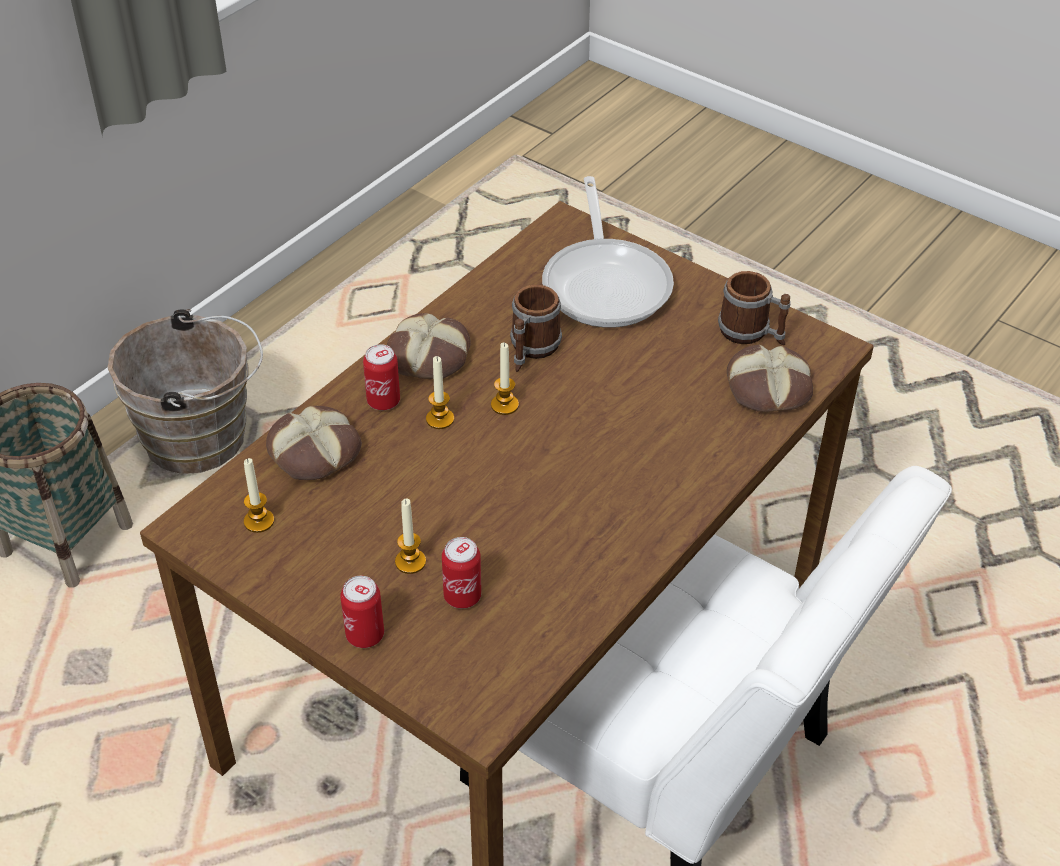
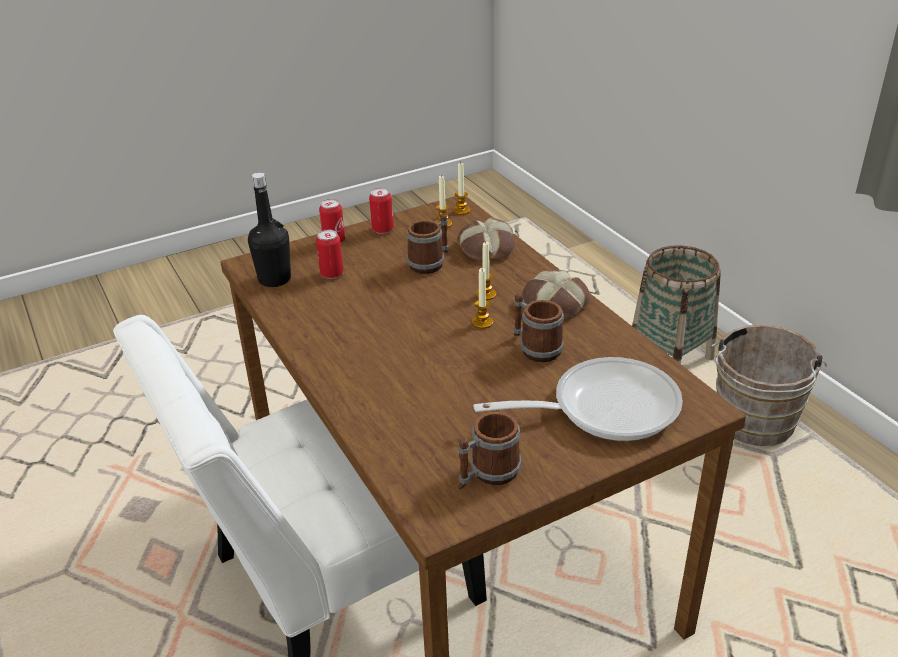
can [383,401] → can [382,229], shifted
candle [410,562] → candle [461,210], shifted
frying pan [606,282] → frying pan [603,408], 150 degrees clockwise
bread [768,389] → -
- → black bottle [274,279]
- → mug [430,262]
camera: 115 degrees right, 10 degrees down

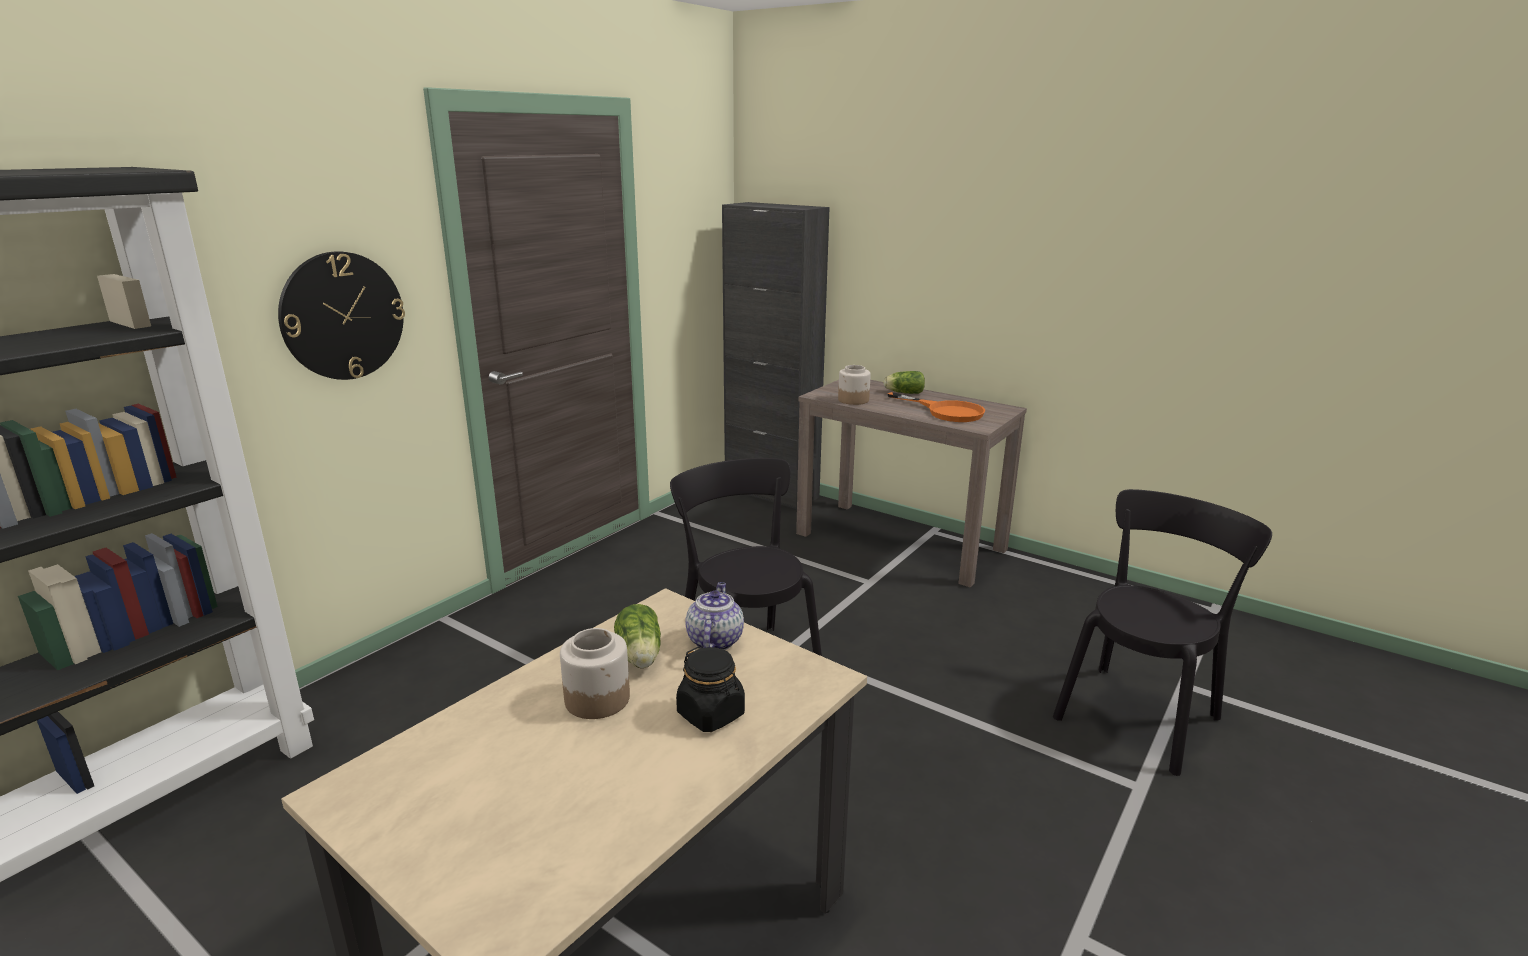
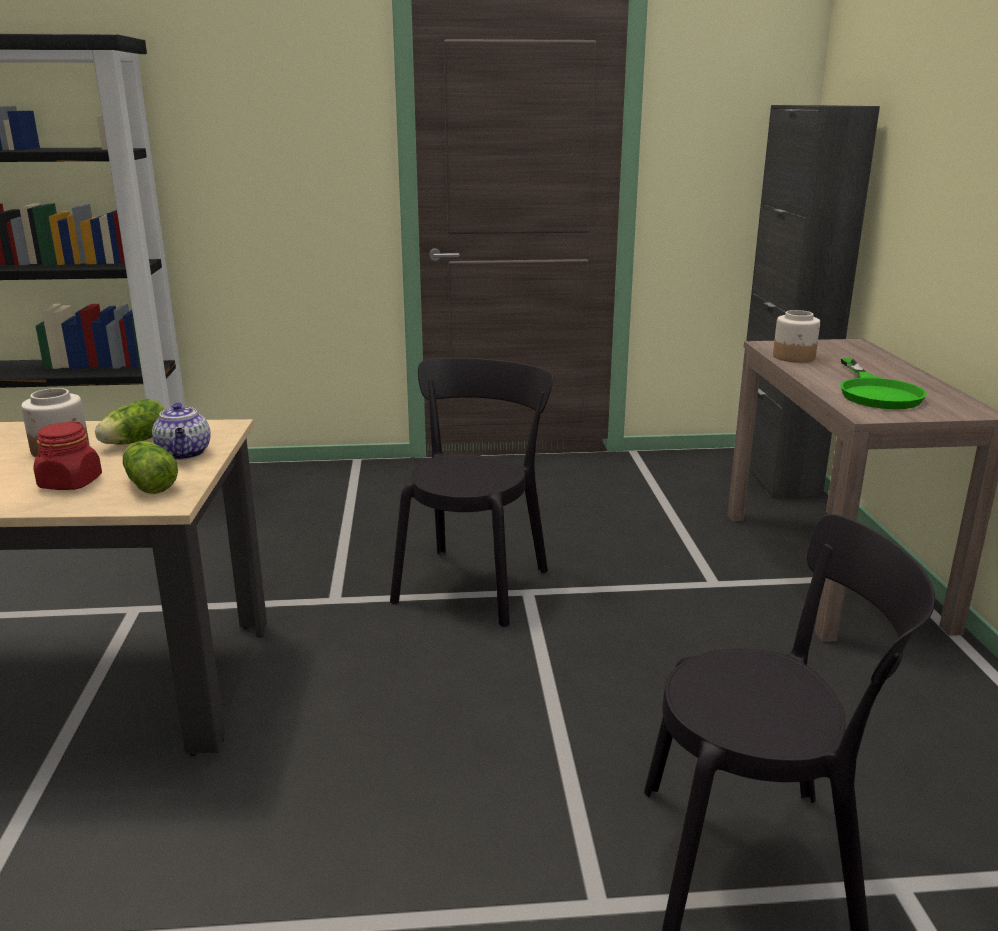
wall clock [342,316] → -
black jar [711,714] → red jar [70,483]
teapot [714,640] → teapot [185,454], 105 degrees clockwise
lettuce [903,393] → lettuce [149,483], shifted
orange frying pan [946,411] → green frying pan [876,392]
camera: 50 degrees right, 0 degrees up

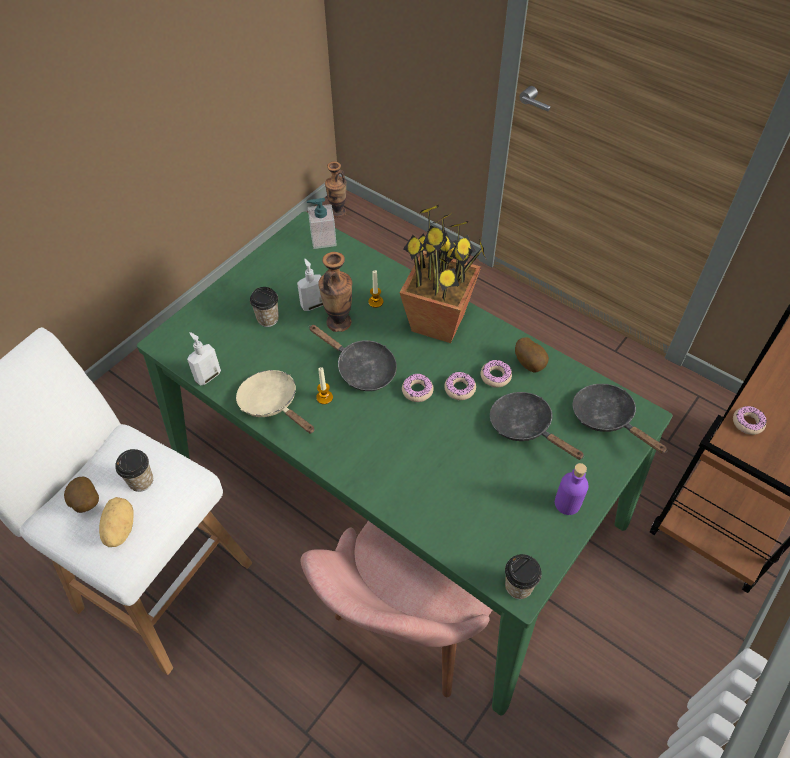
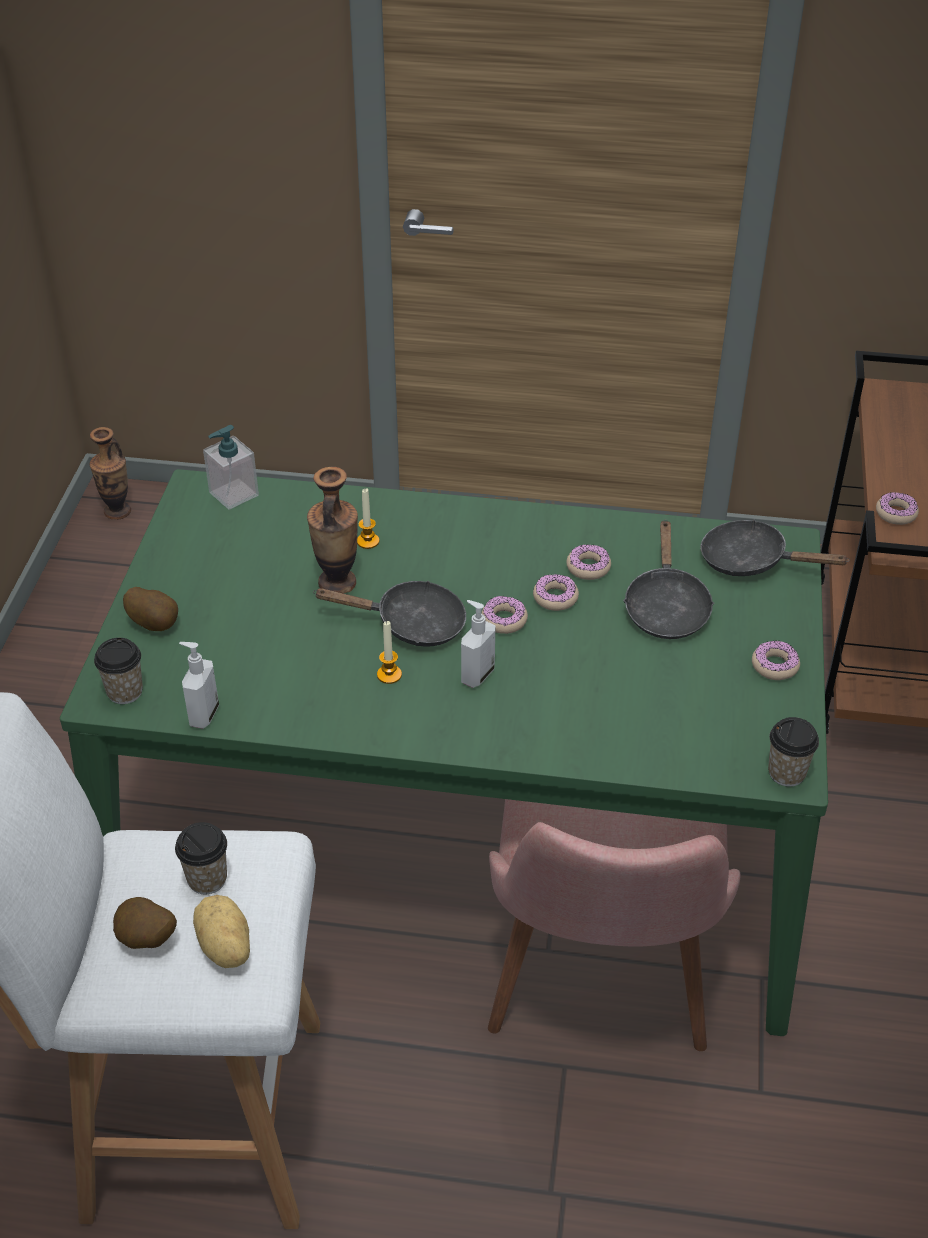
beige frying pan [272,404] → -
cup [268,319] → cup [125,692], shifted
soap dispenser [313,304] → soap dispenser [476,674], shifted
potted plant [438,322] → -
black frying pan [525,427] → black frying pan [666,607], 105 degrees counterclockwise
potato [530,364] → potato [155,624], shifted
purple bottle [567,503] → donut [774,666]
camera: 30 degrees left, 10 degrees down

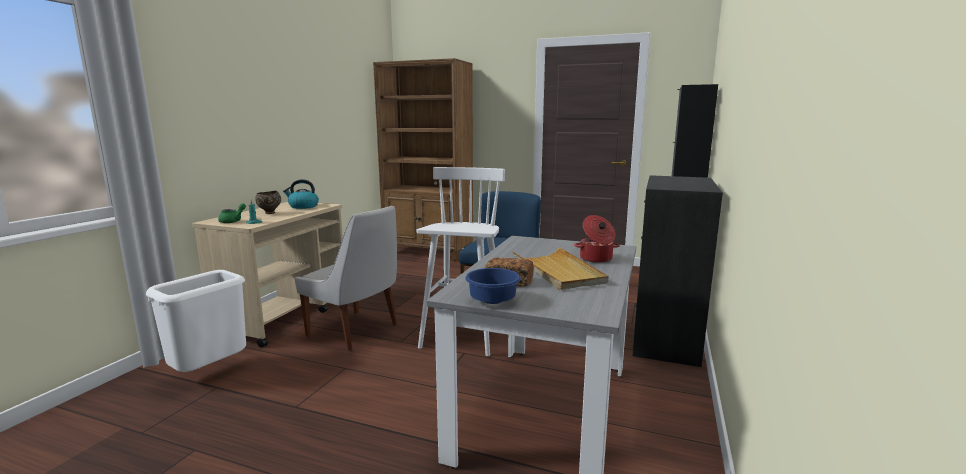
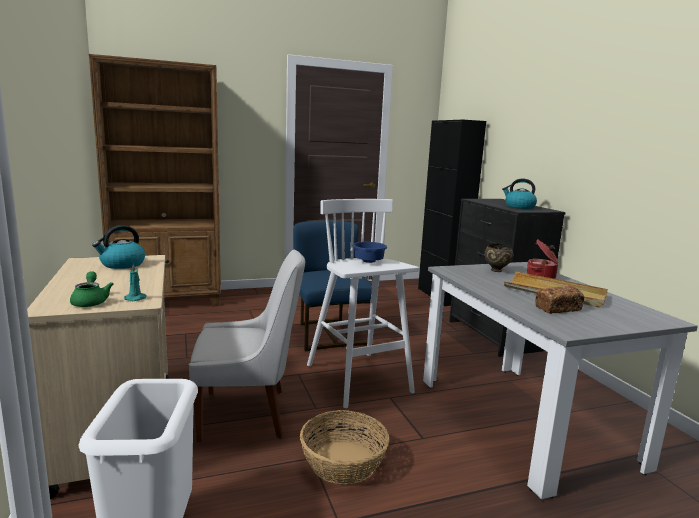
brown bowl [269,213] → brown bowl [497,271], shifted
blue bowl [493,300] → blue bowl [368,261], shifted
- → basket [342,462]
- → kettle [519,207]
camera: 40 degrees left, 0 degrees up

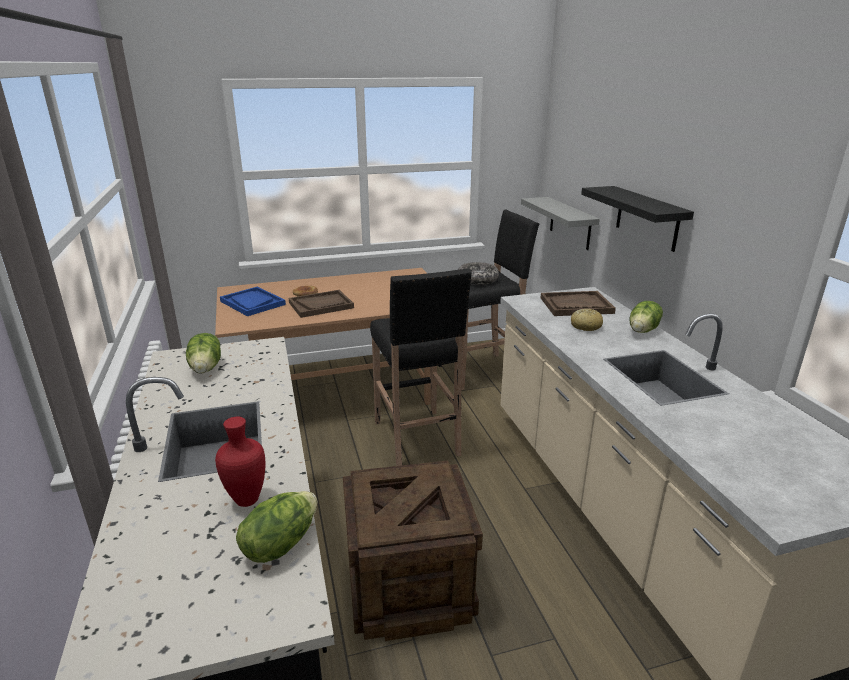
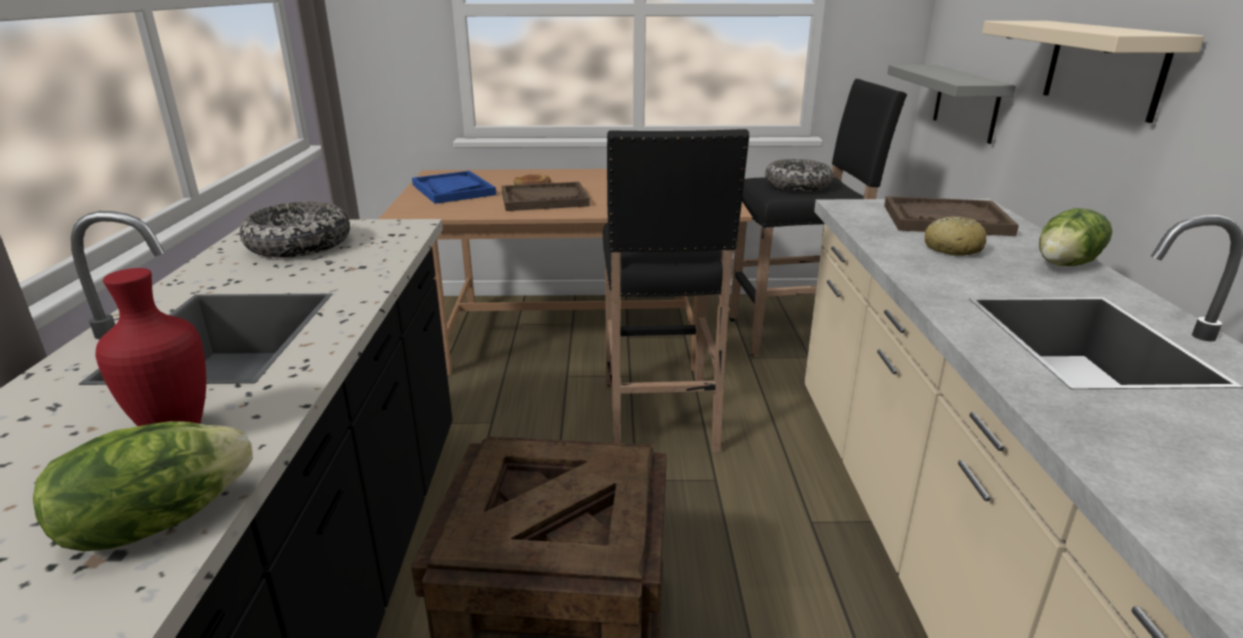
lettuce [206,368] → bowl [299,245]
black shelf [647,218] → beige shelf [1103,68]
camera: 15 degrees right, 0 degrees up

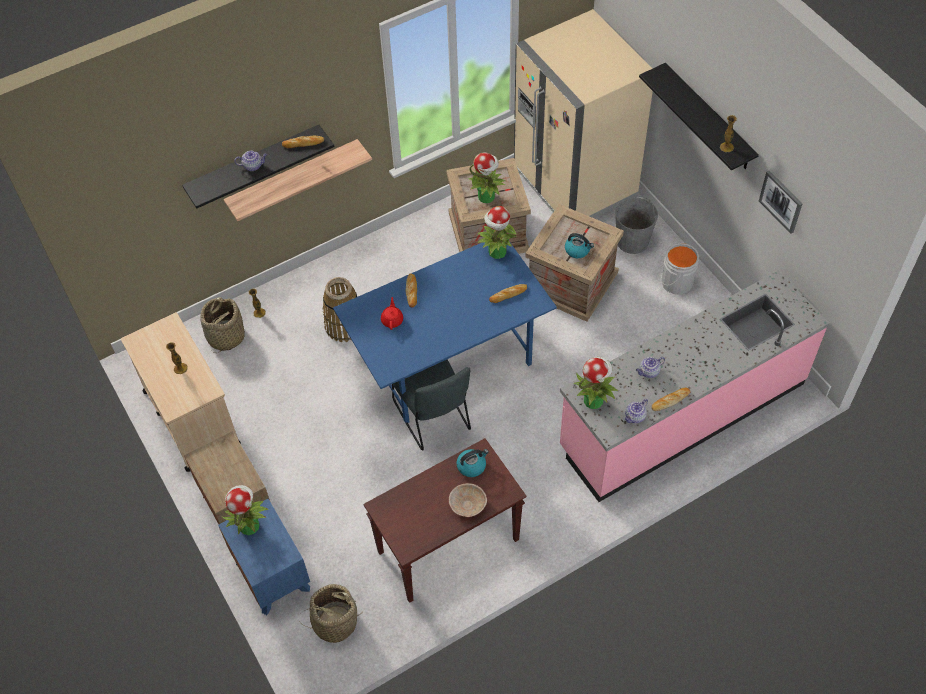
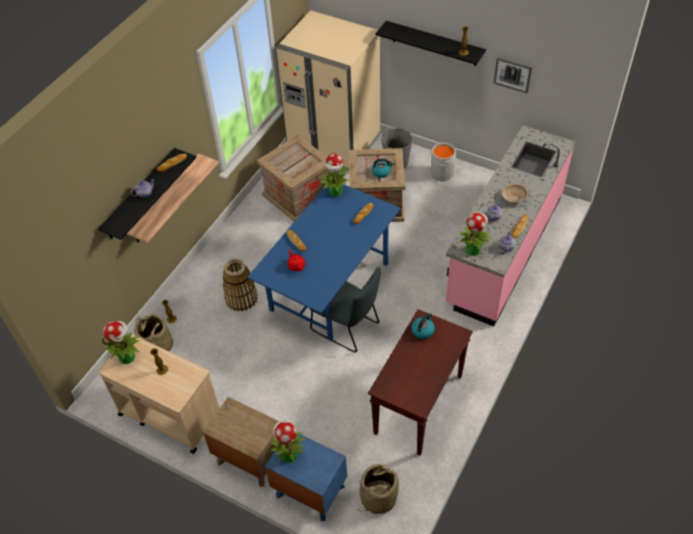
beige bowl [467,504] → beige bowl [513,198], shifted
potted plant [487,196] → potted plant [127,357], shifted
camera: 30 degrees left, 5 degrees down

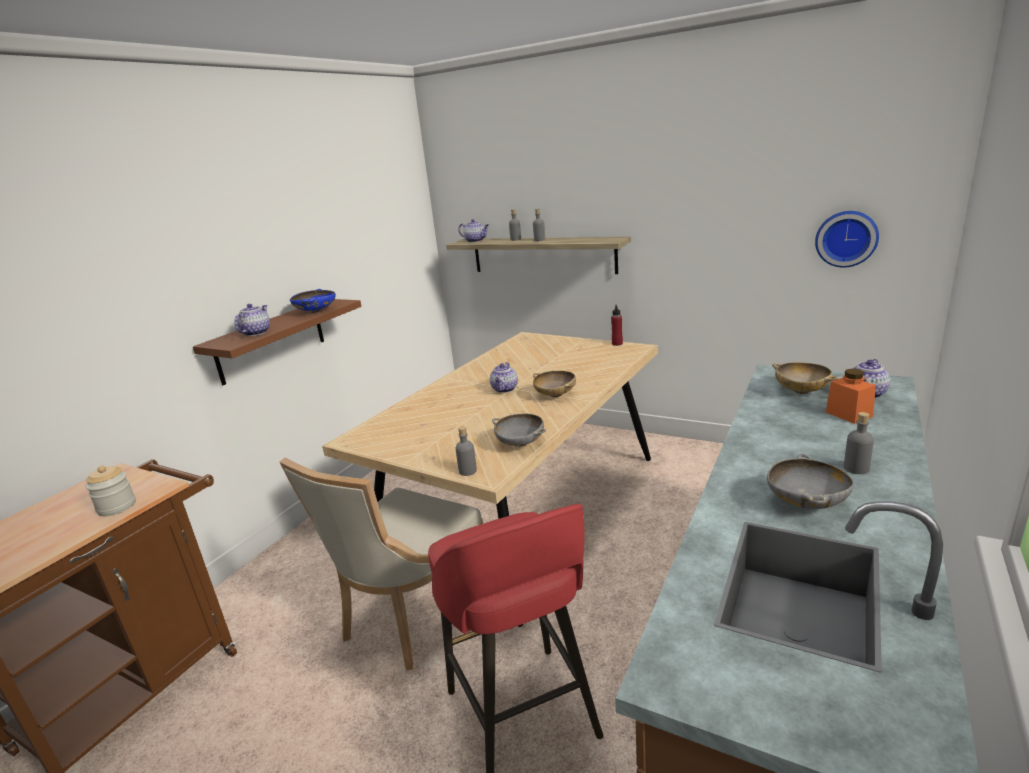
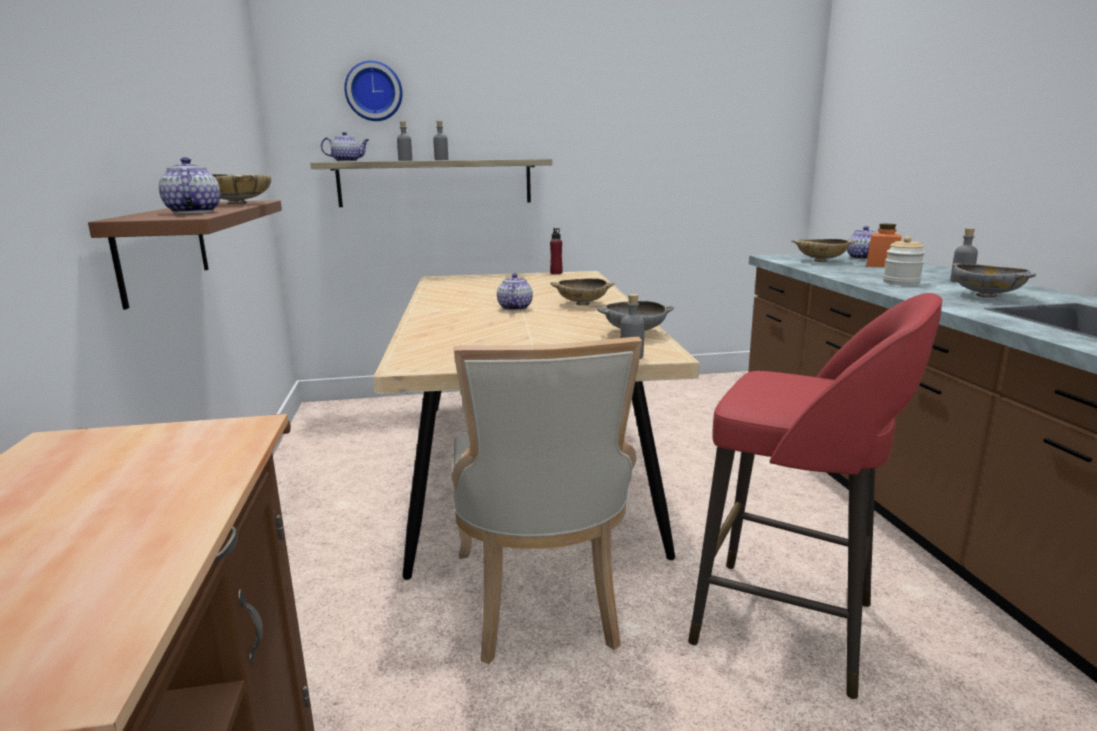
jar [117,507] → jar [901,282], shifted
blue bowl [316,311] → beige bowl [238,204]
teapot [504,389] → teapot [514,308], 150 degrees counterclockwise
wall clock [846,238] → wall clock [374,91], shifted
camera: 40 degrees left, 5 degrees down

